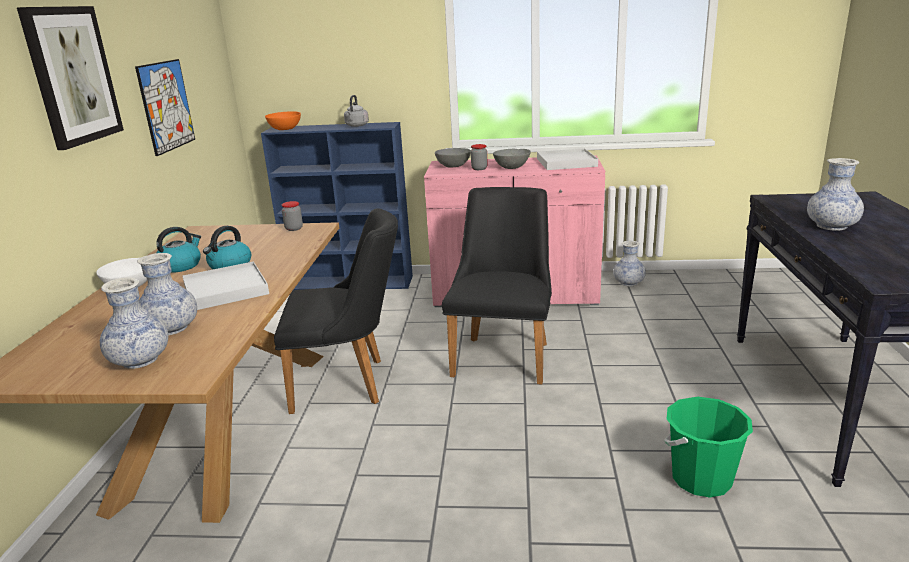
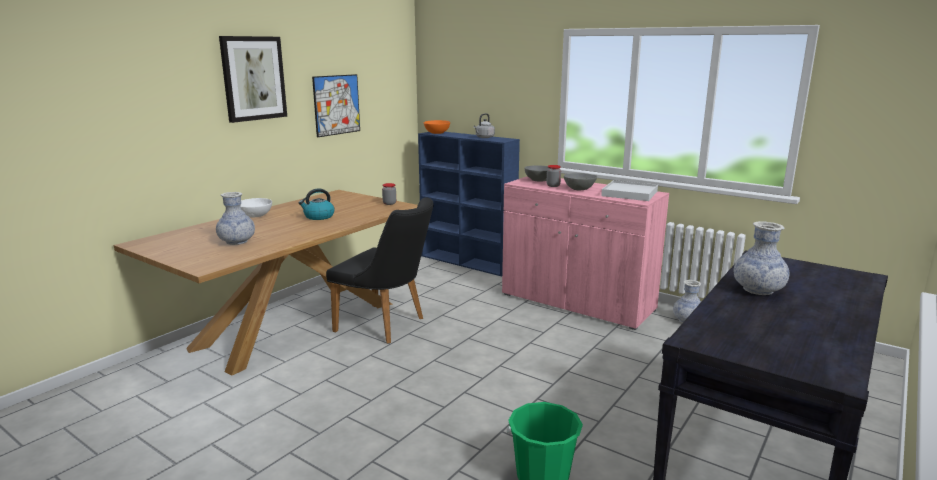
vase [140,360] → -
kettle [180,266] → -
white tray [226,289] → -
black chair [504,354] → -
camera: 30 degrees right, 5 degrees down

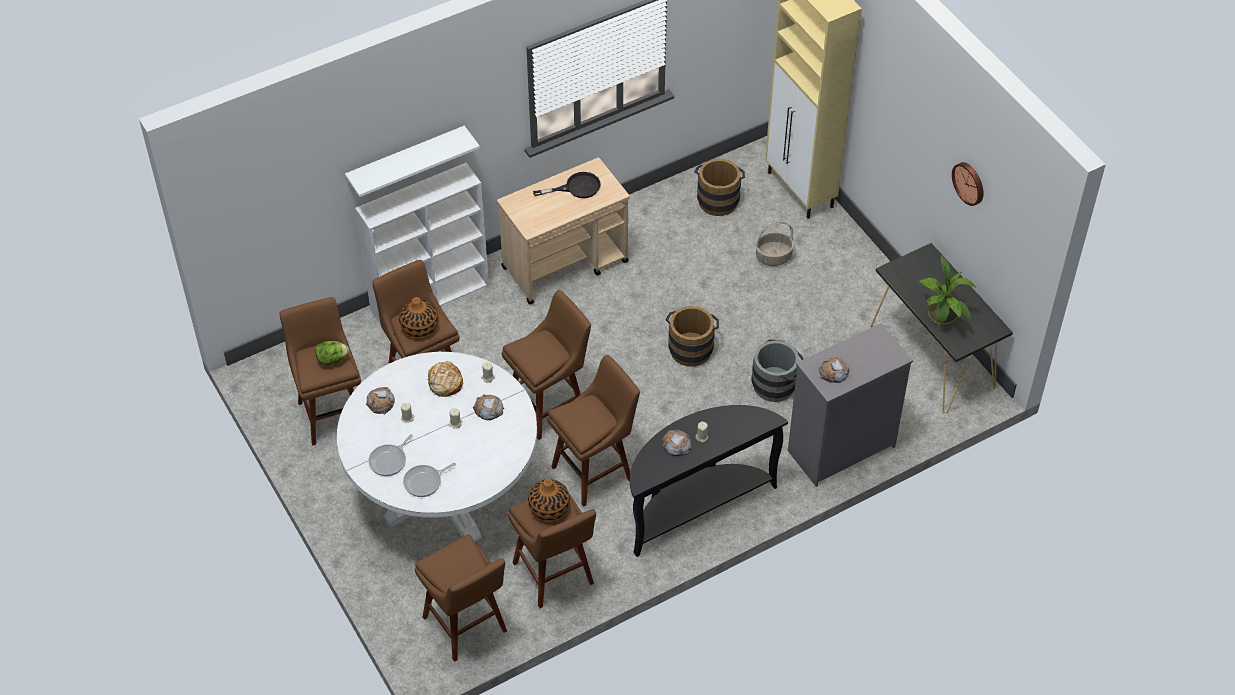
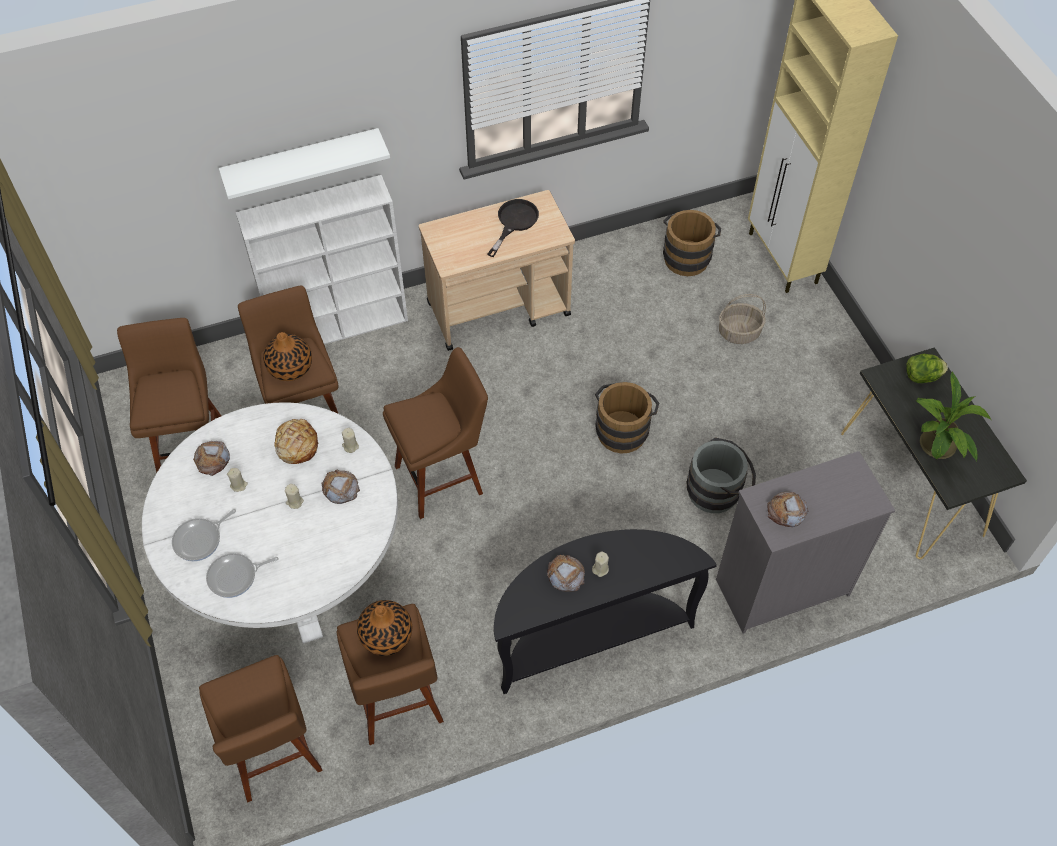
lettuce [332,360] → lettuce [921,376], shifted
black frying pan [576,188] → black frying pan [514,222], 60 degrees counterclockwise
brown stool [595,471] → -
wall clock [969,183] → -
camera: 10 degrees right, 5 degrees up

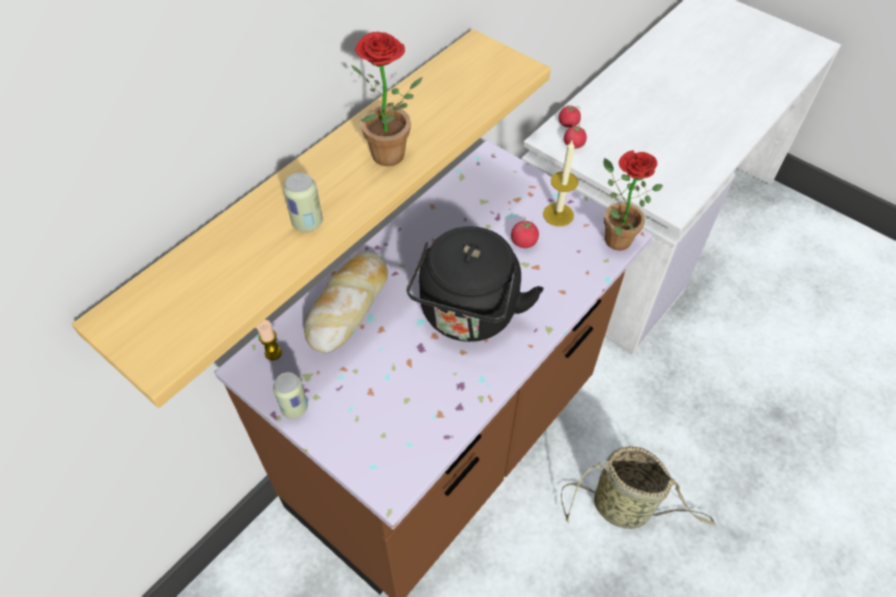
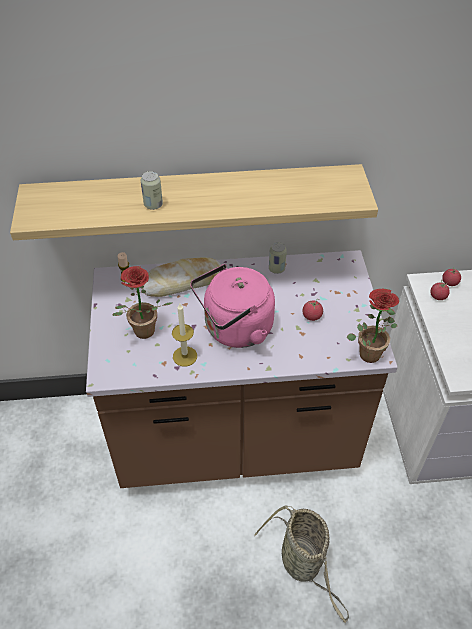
can [294,407] → can [276,269], shifted
potted plant [391,159] → potted plant [142,334], shifted
black kettle [468,315] → pink kettle [235,329]
candle [558,214] → candle [185,356], shifted
camera: 45 degrees right, 5 degrees down

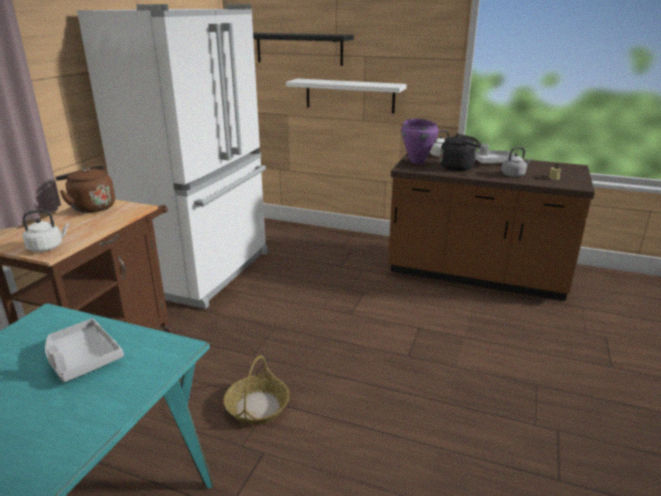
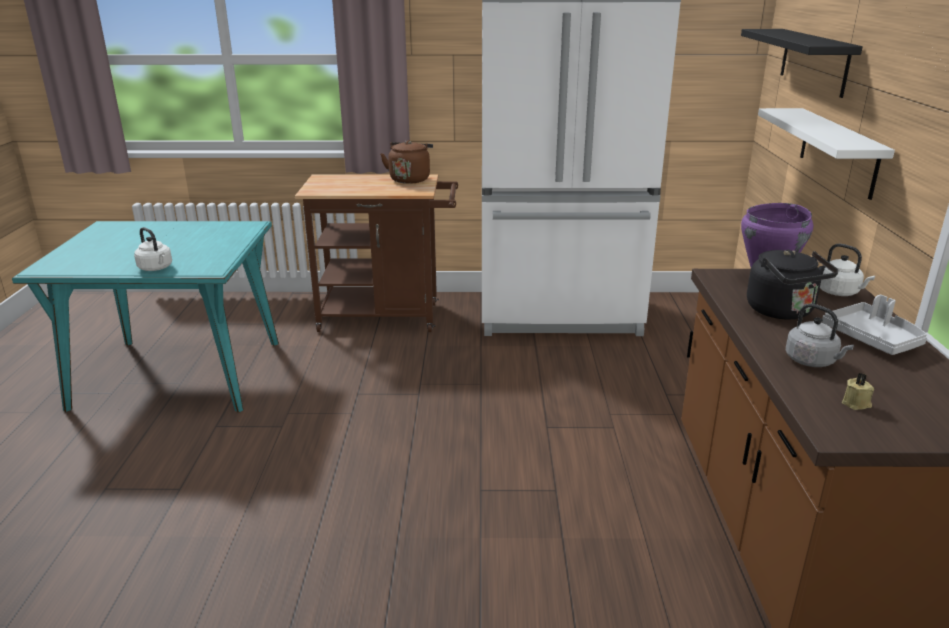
white kettle [47,247] → white kettle [156,268], shifted
grey tray [82,358] → -
basket [257,406] → -
camera: 70 degrees right, 0 degrees up

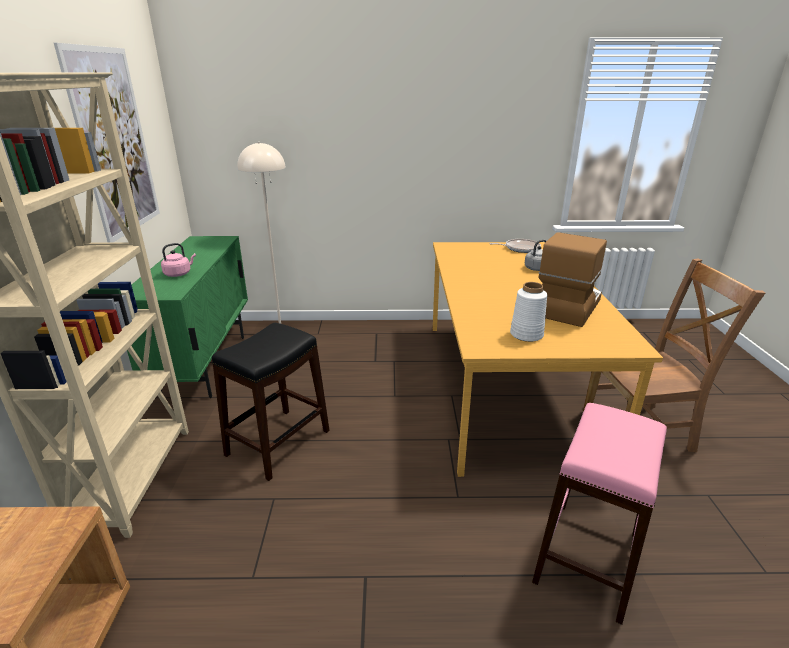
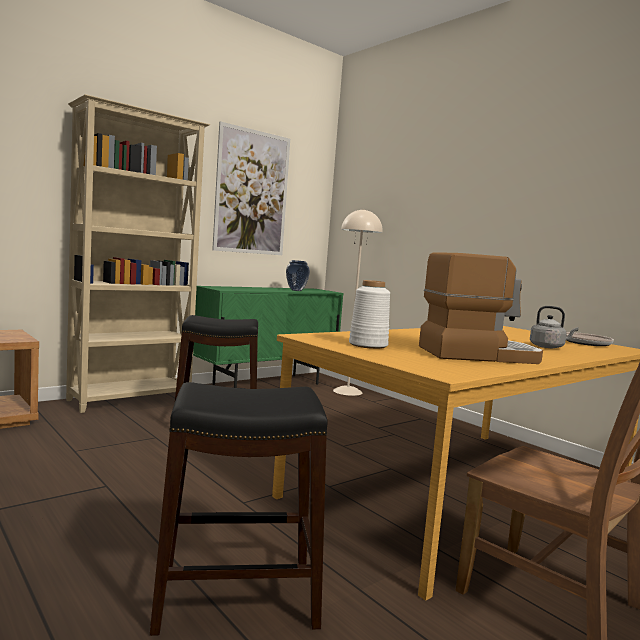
pink kettle [179,274] → -
pink stool [588,557] → black stool [237,595]
- → vase [296,290]
camera: 50 degrees right, 20 degrees down

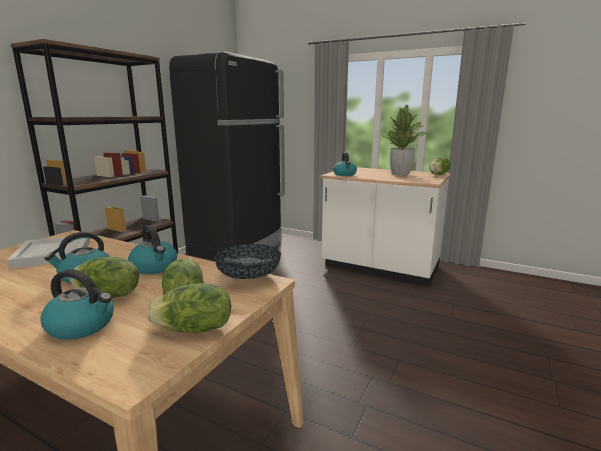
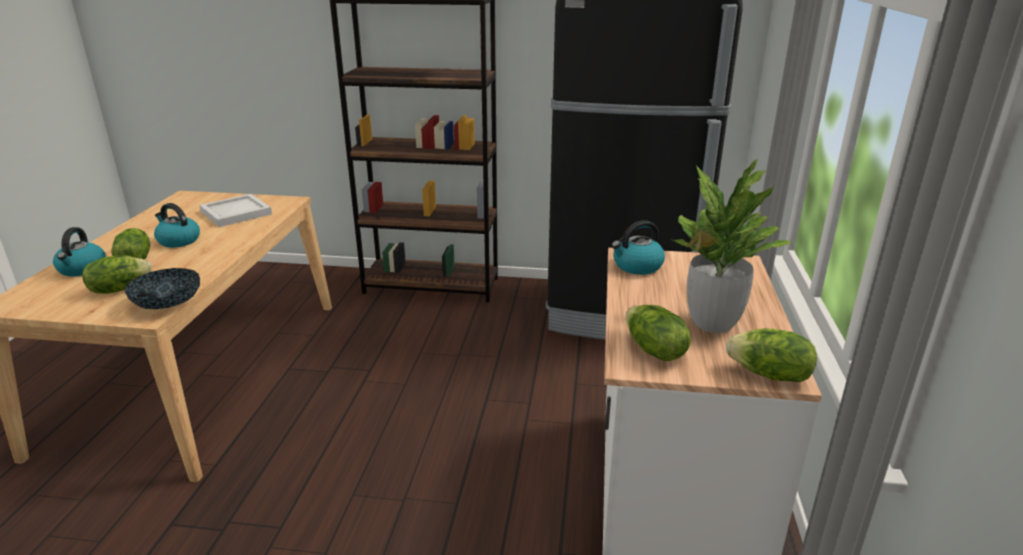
kettle [155,267] → -
lettuce [194,330] → lettuce [653,350], shifted
camera: 70 degrees right, 10 degrees up

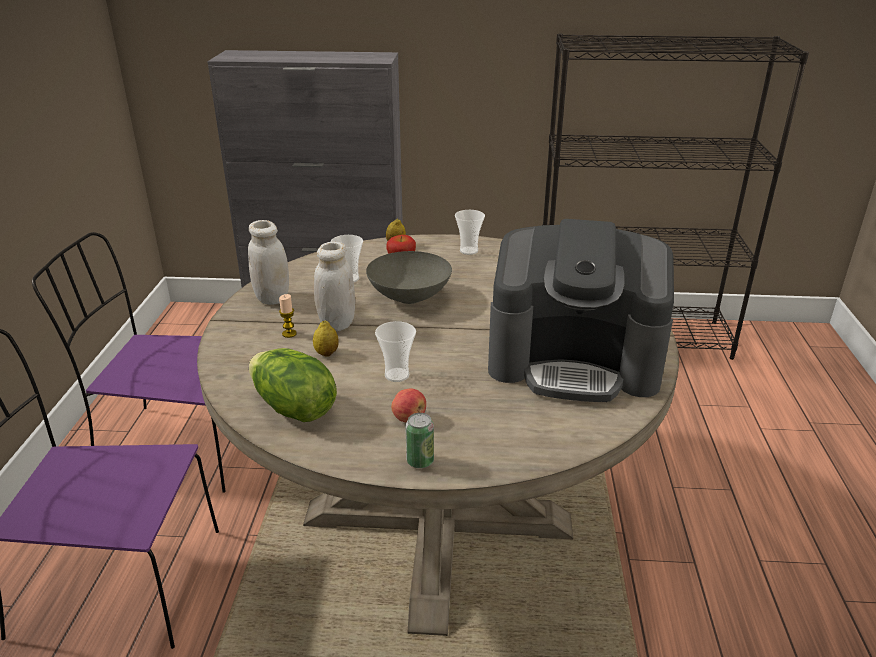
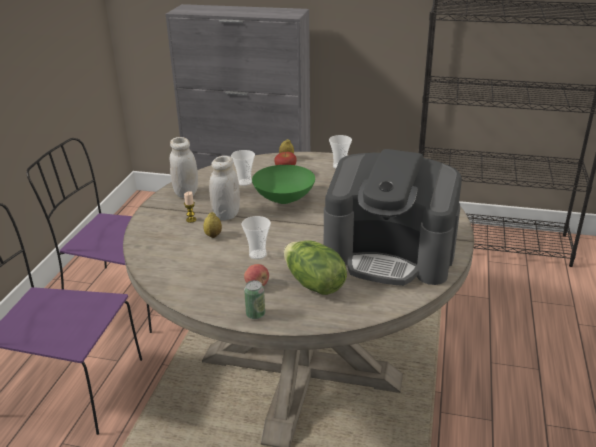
lettuce [293,408] → lettuce [313,284], shifted
grey bowl [410,297] → green bowl [285,199]
camera: 10 degrees right, 0 degrees up

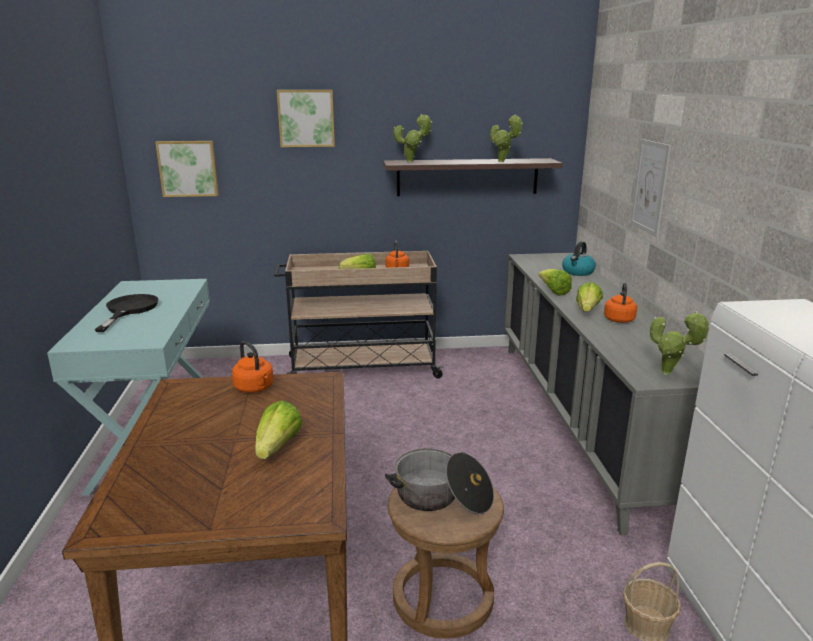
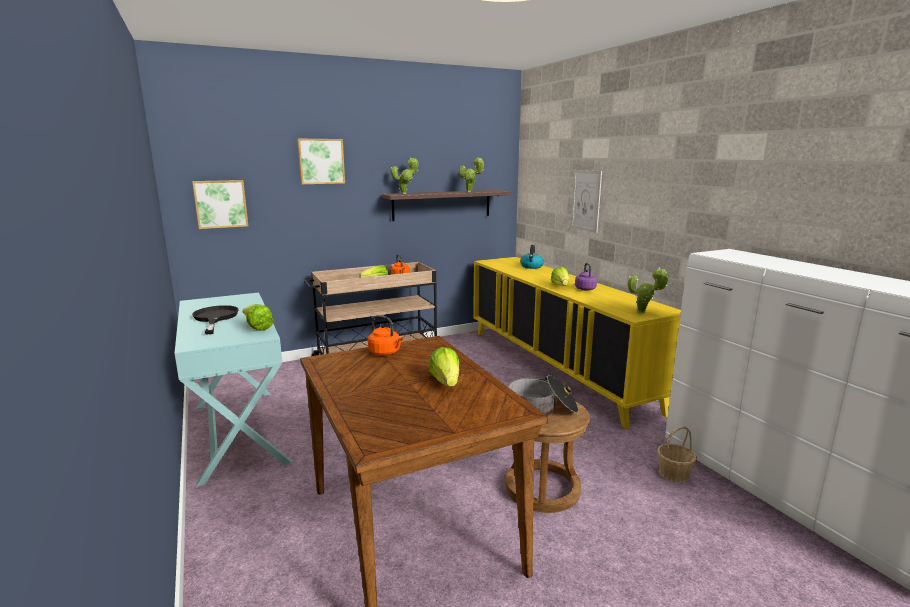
grey cabinet [583,418] → yellow cabinet [556,367]
lettuce [553,292] → lettuce [257,328], shifted
orange kettle [619,319] → purple kettle [585,288]
camera: 20 degrees left, 5 degrees down

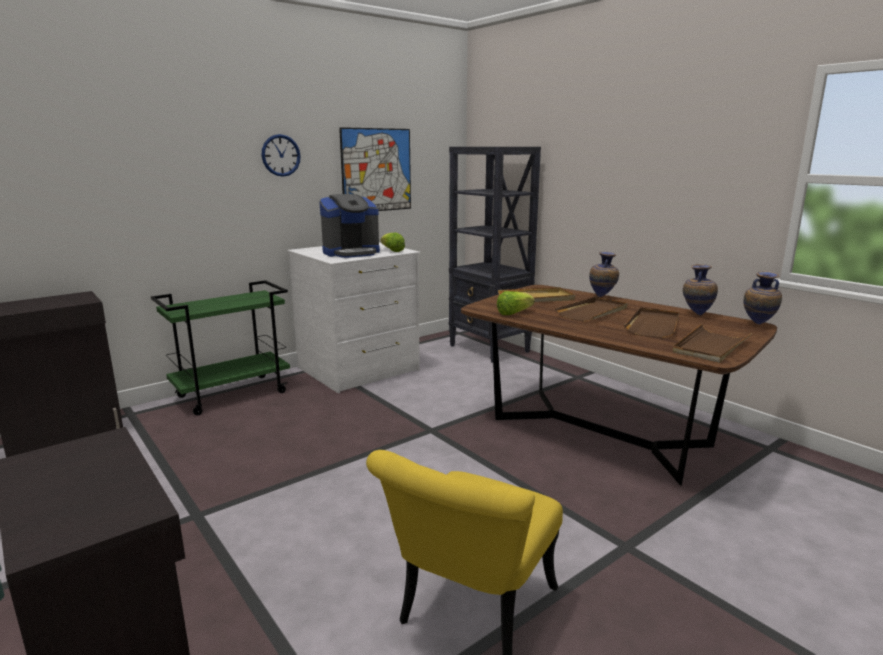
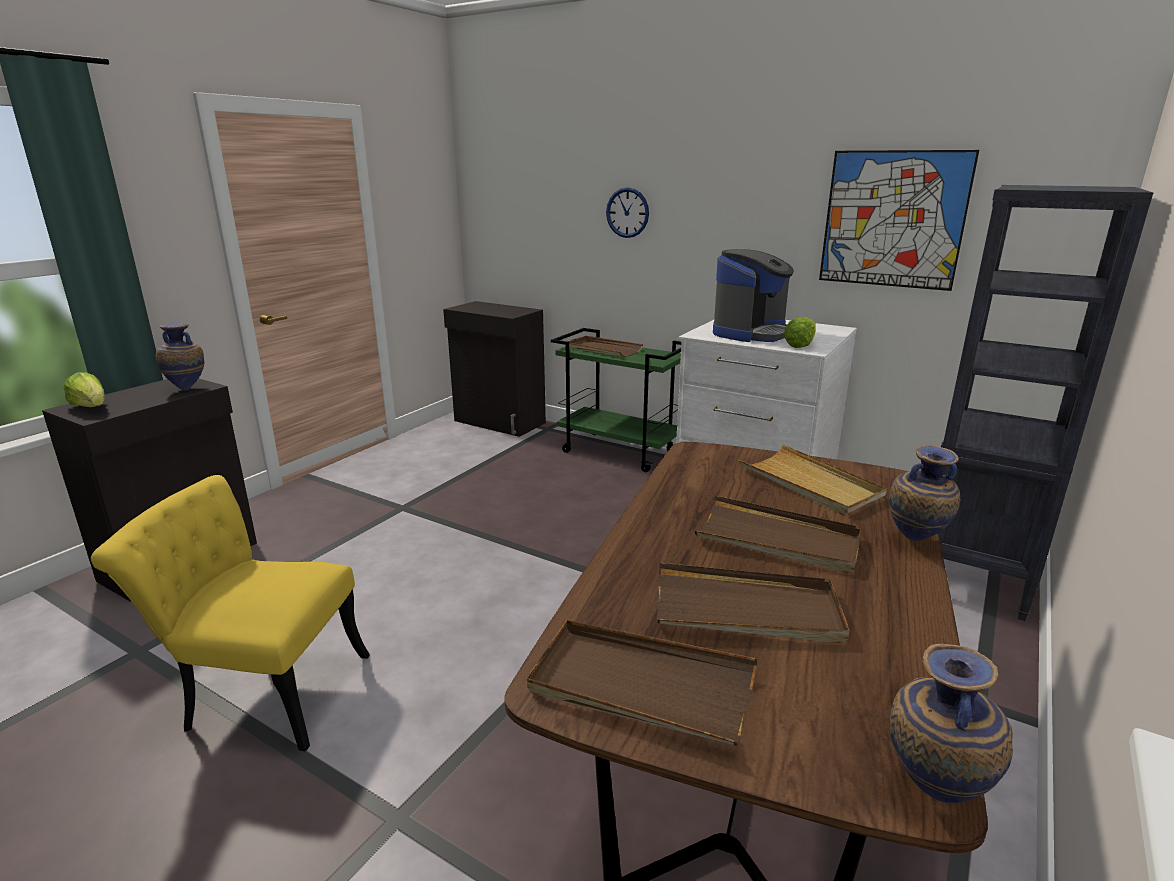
wall clock [281,155] → wall clock [627,212], shifted
coffee machine [351,253] → coffee machine [752,333], 90 degrees counterclockwise
lettuce [513,313] → lettuce [91,407], shifted
vase [696,314] → vase [188,389], shifted
- → brown tray [602,349]
camera: 70 degrees right, 5 degrees up

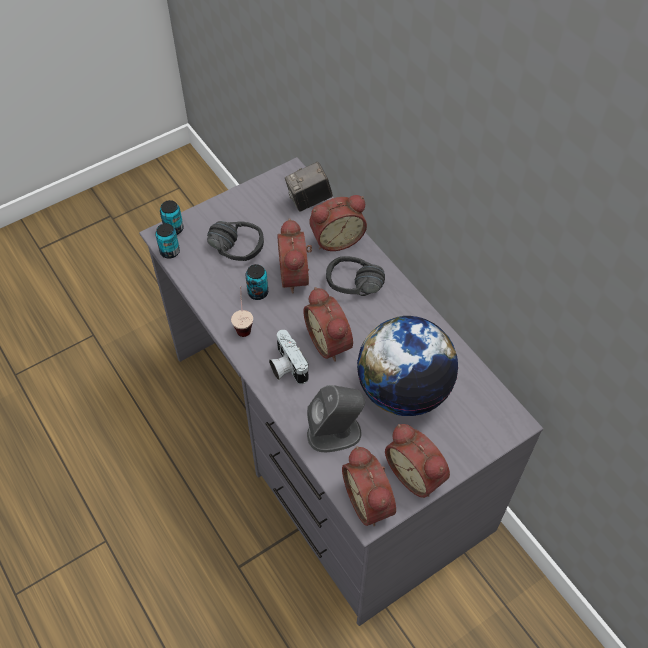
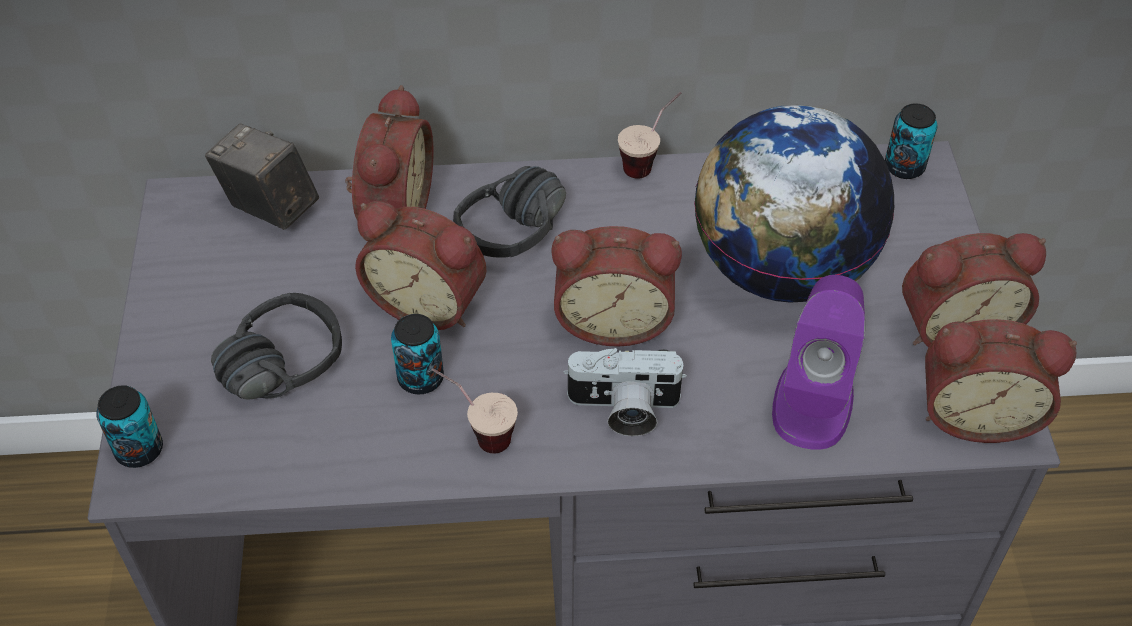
can [170,251] → can [904,167], shifted
photo camera [309,200] → photo camera [270,207], 120 degrees clockwise
grey speaker [335,433] → purple speaker [813,401]
- → cup [649,161]
camera: 60 degrees left, 5 degrees down

